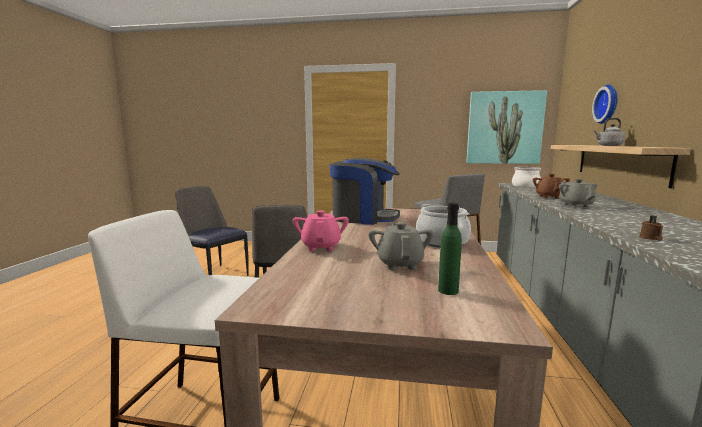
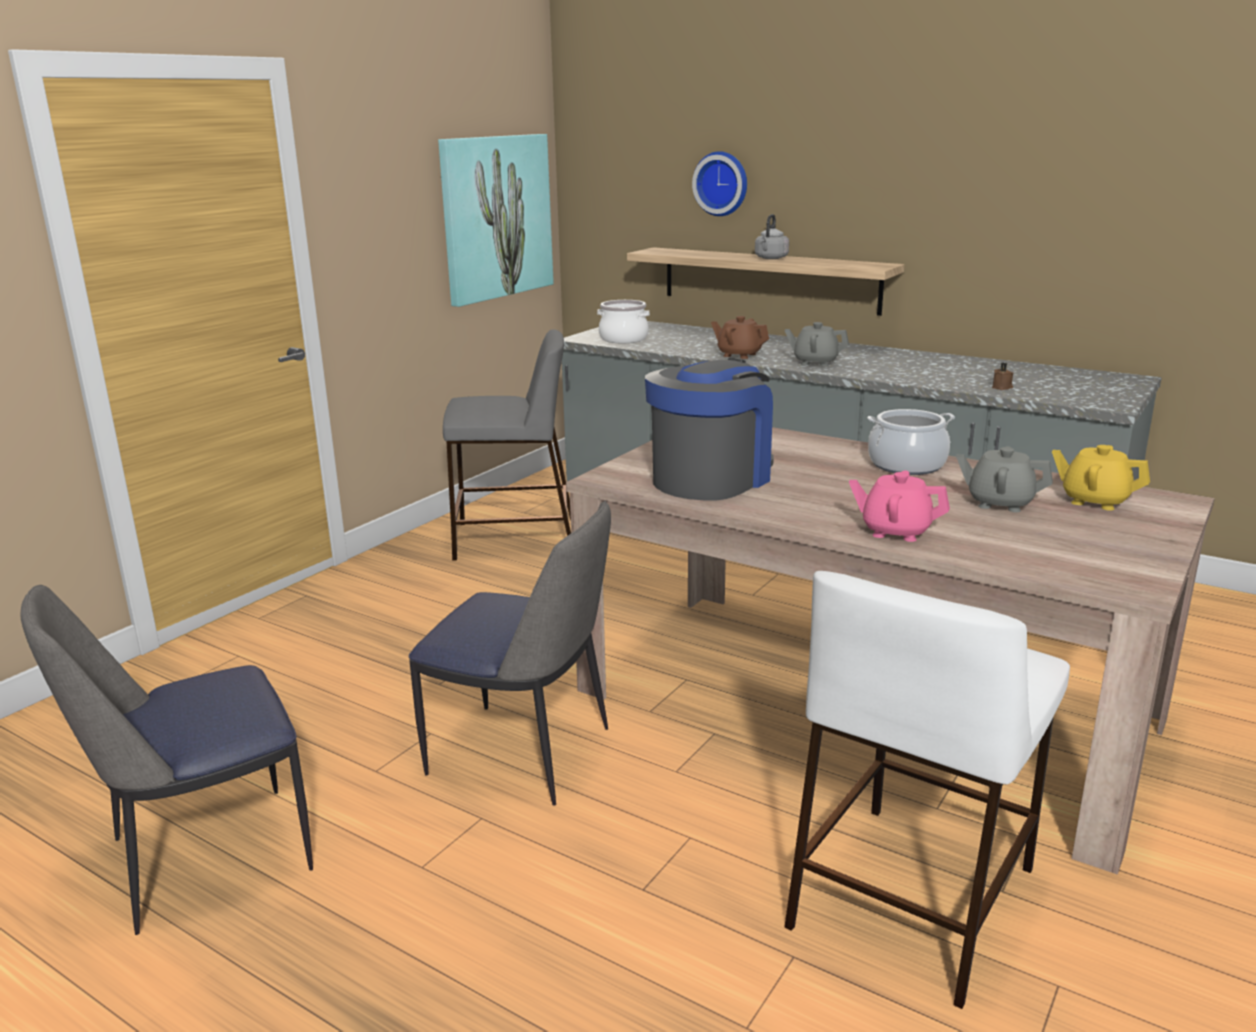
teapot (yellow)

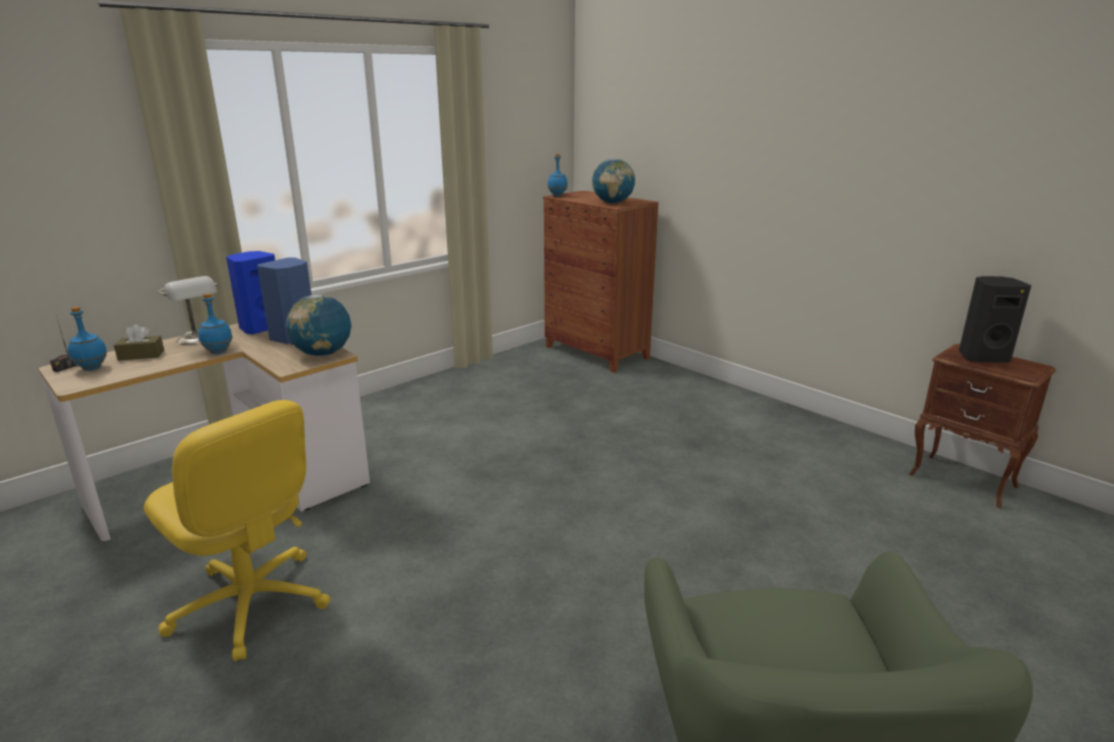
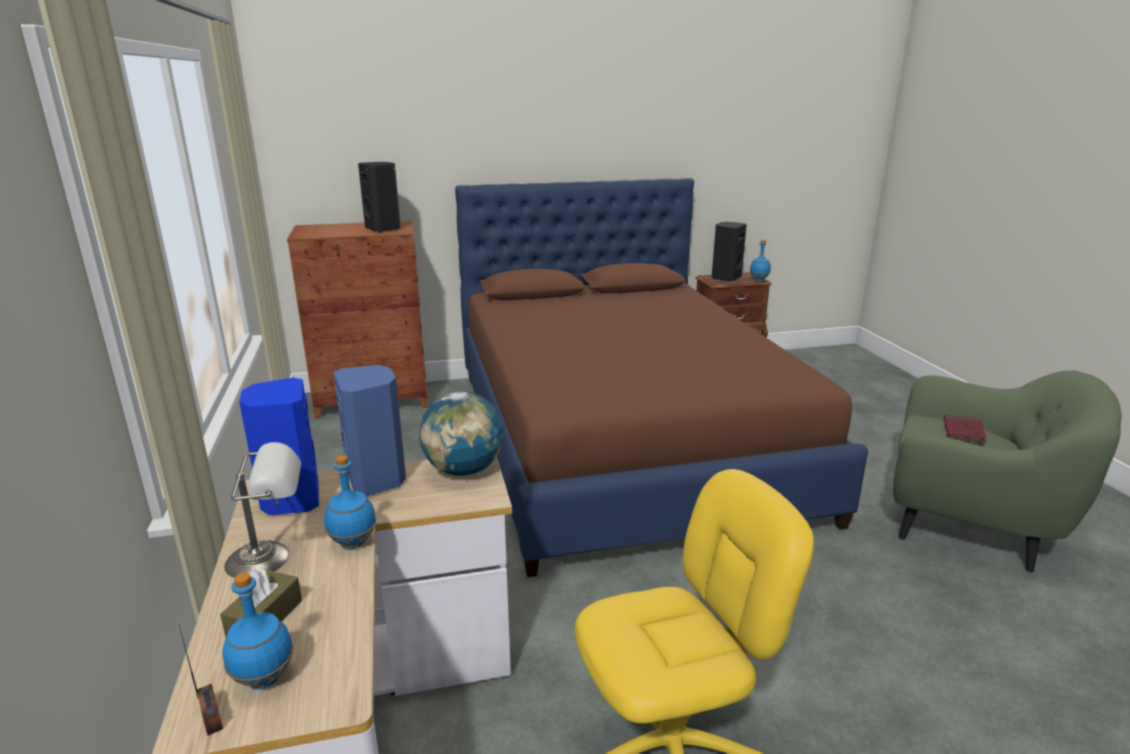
speaker (black) (1st from left)
bed (brown)
bottle (blue) (3rd from left)
book (red)

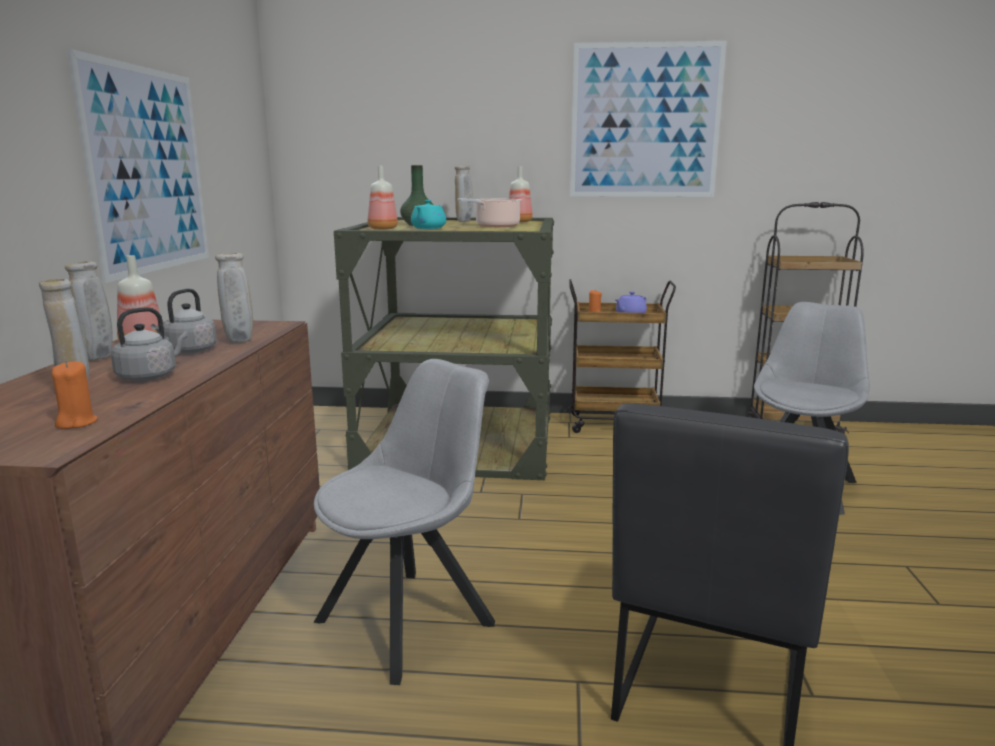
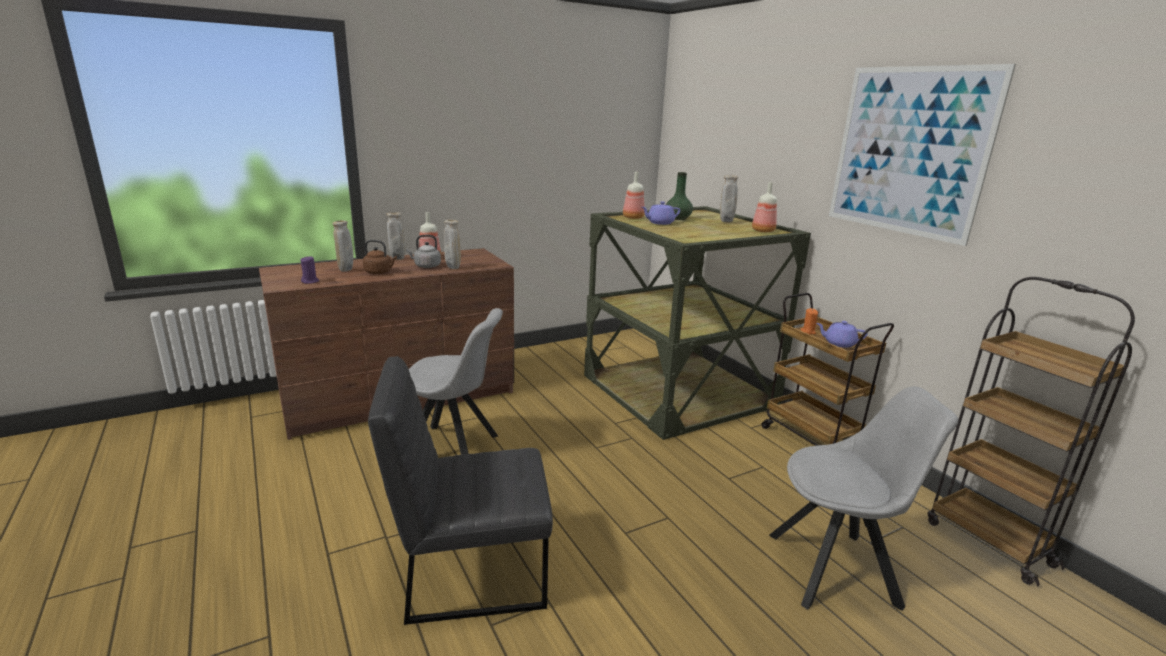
candle (purple)
kettle (brown)
teapot (purple) (1st from left)
picture (1st from left in the first image)
cooking pot

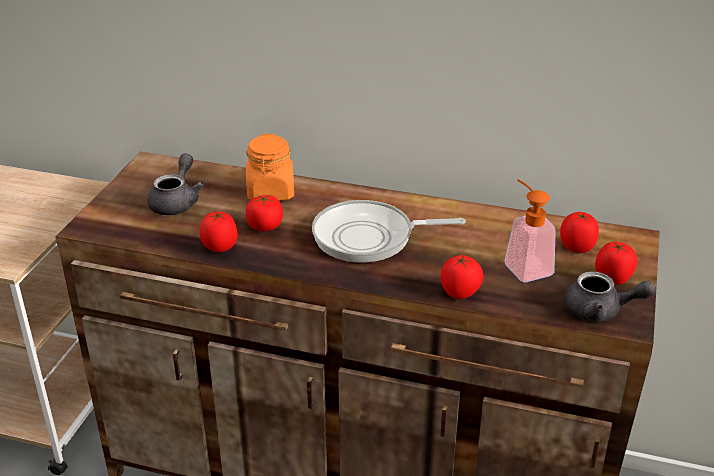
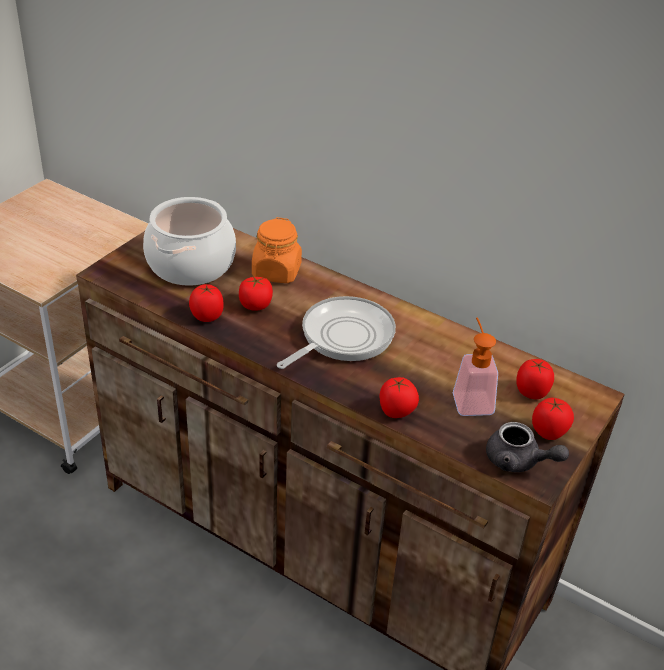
cooking pot
frying pan

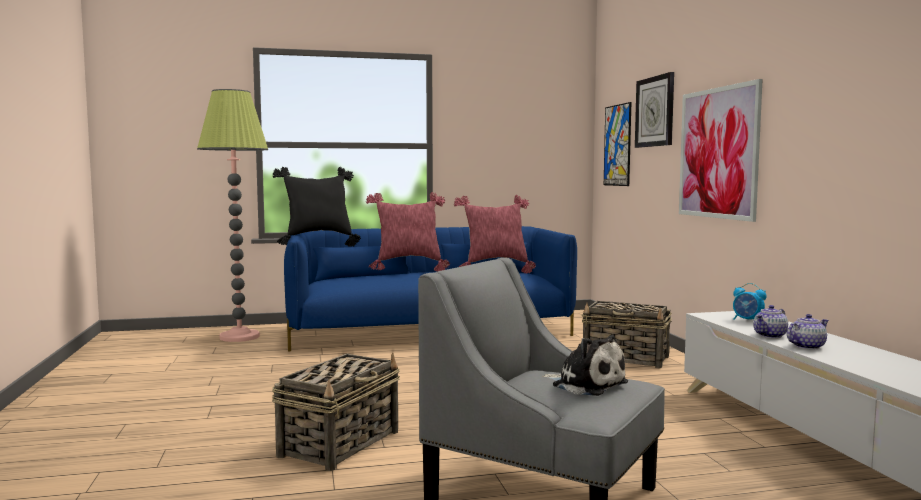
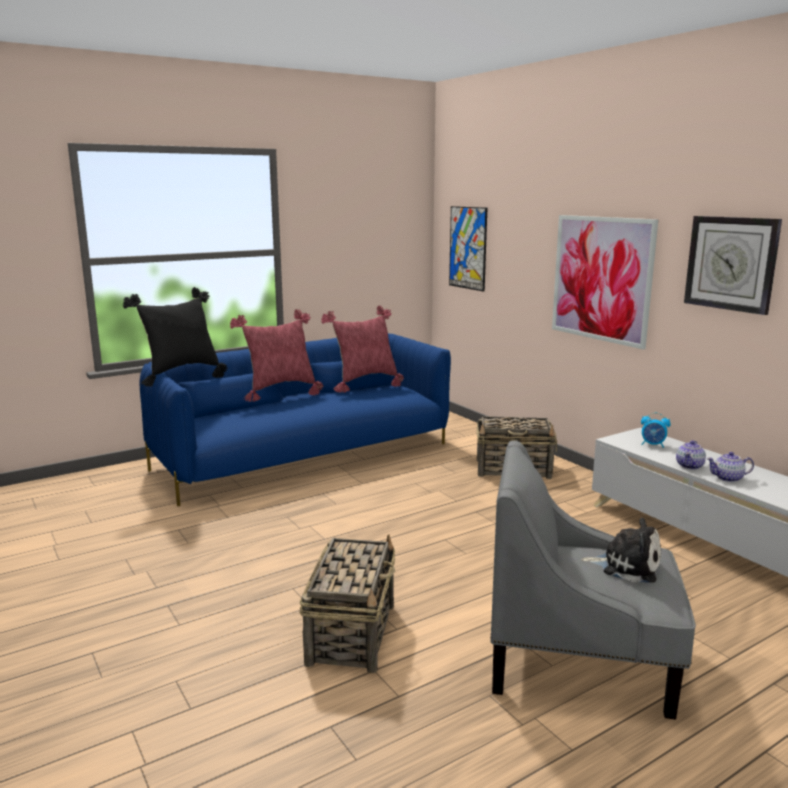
wall clock
teapot (2nd from left)
floor lamp

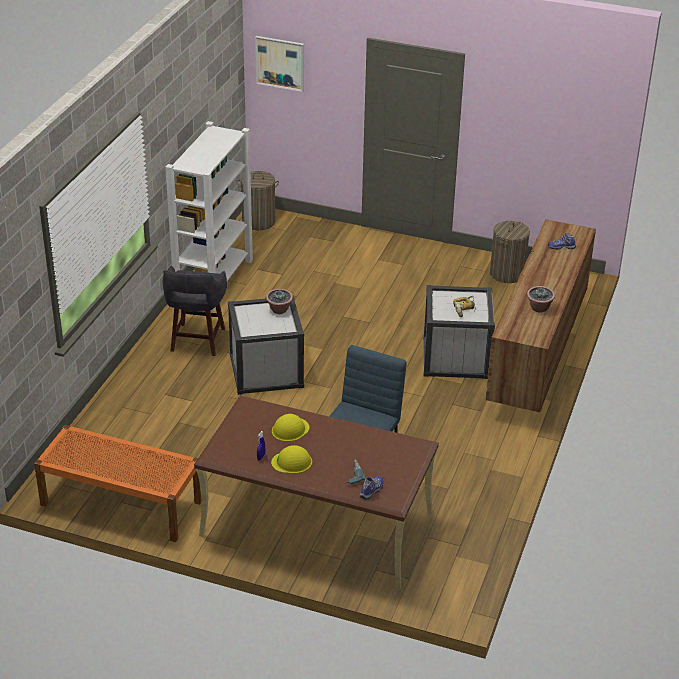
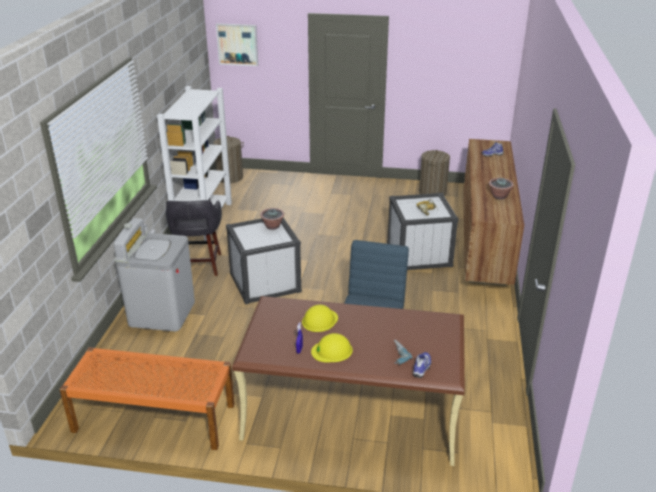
washing machine (grey)

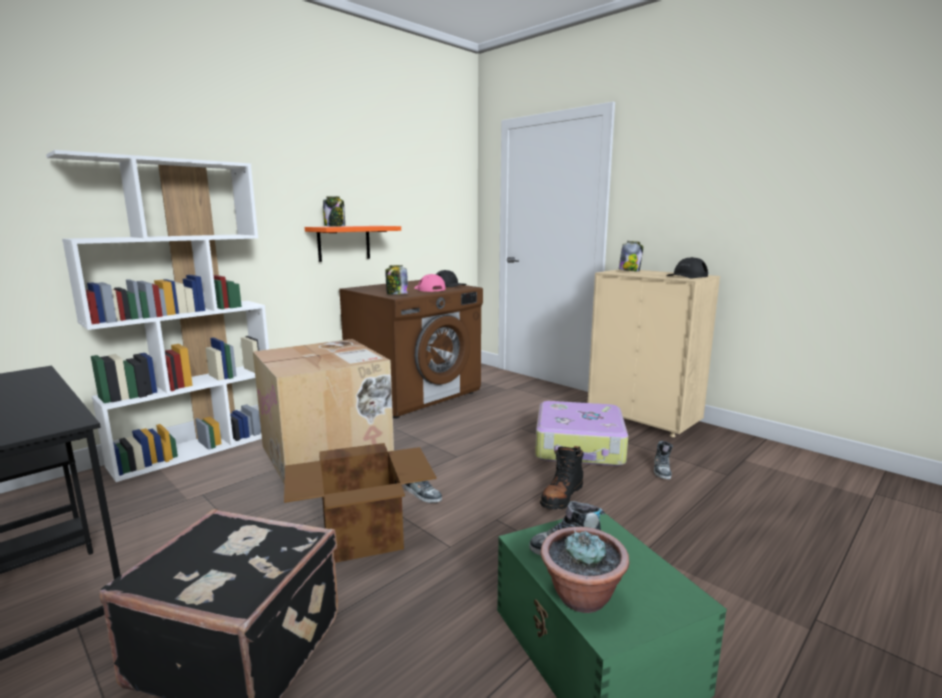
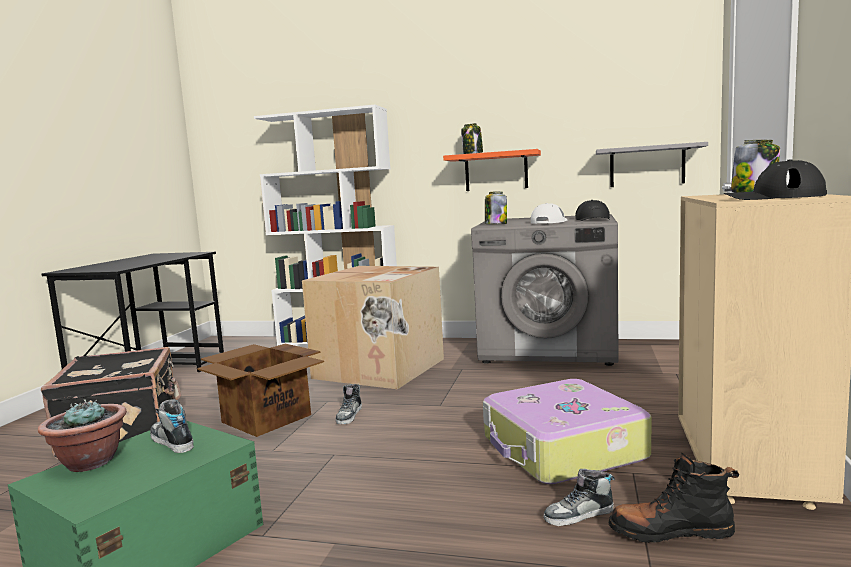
washing machine (grey)
cap (white)
shelf (grey)
boot (black)

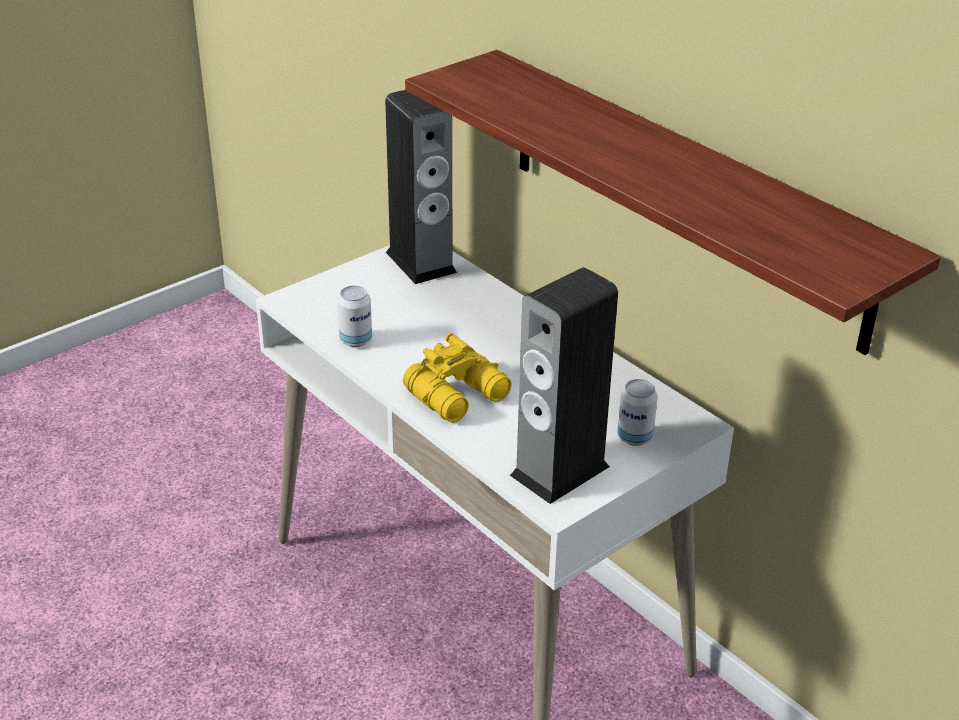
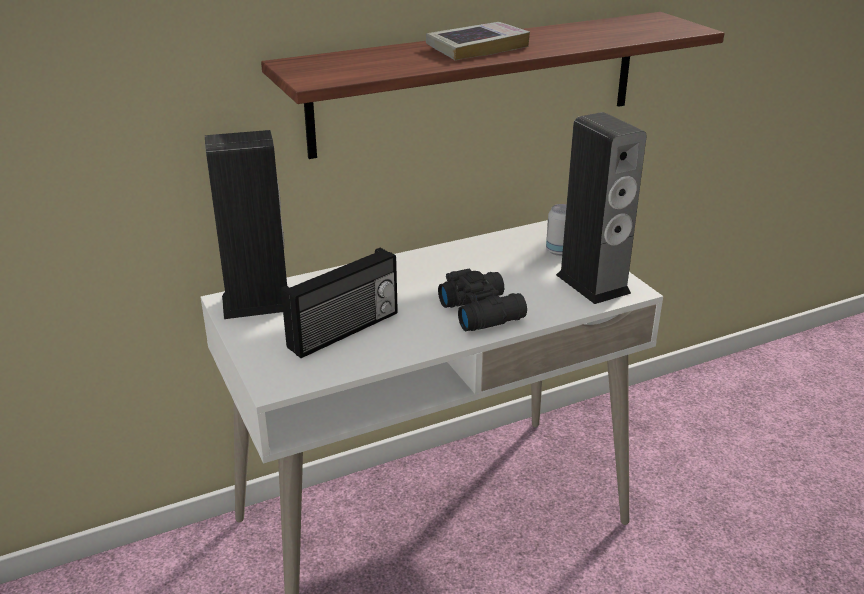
radio
book
binoculars (black)
can (1st from left in the first image)

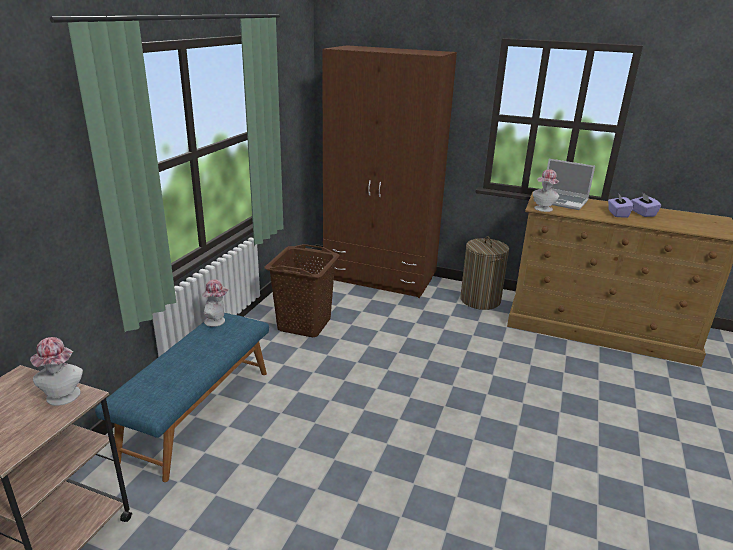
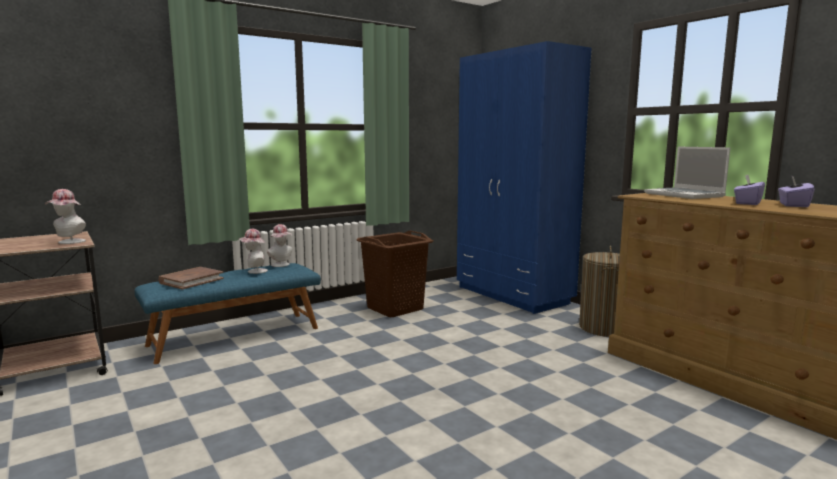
book (brown)
hat (2nd from left)
wardrobe (blue)

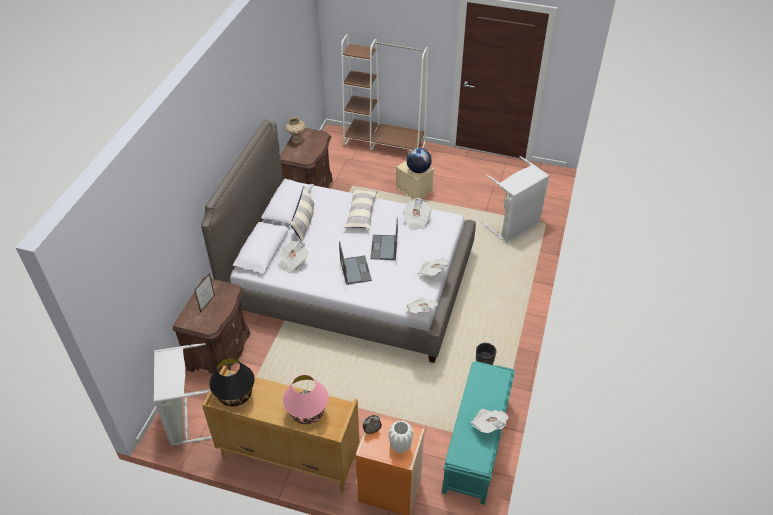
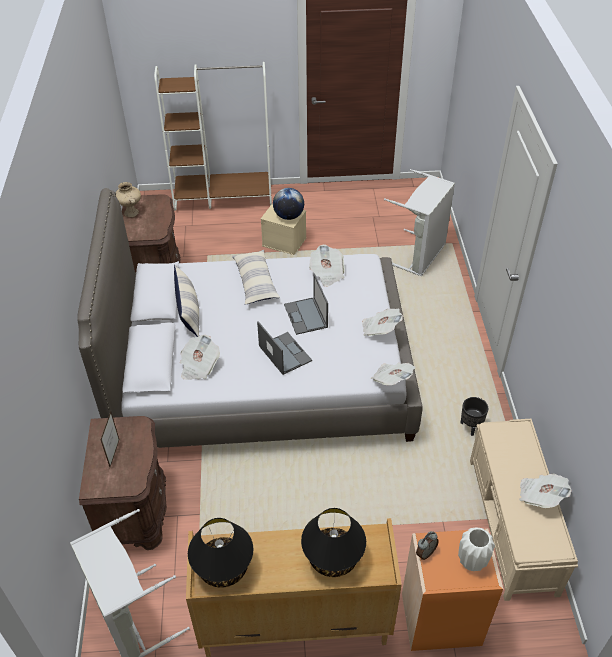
table lamp (black) (2nd from left)
bench (beige)

